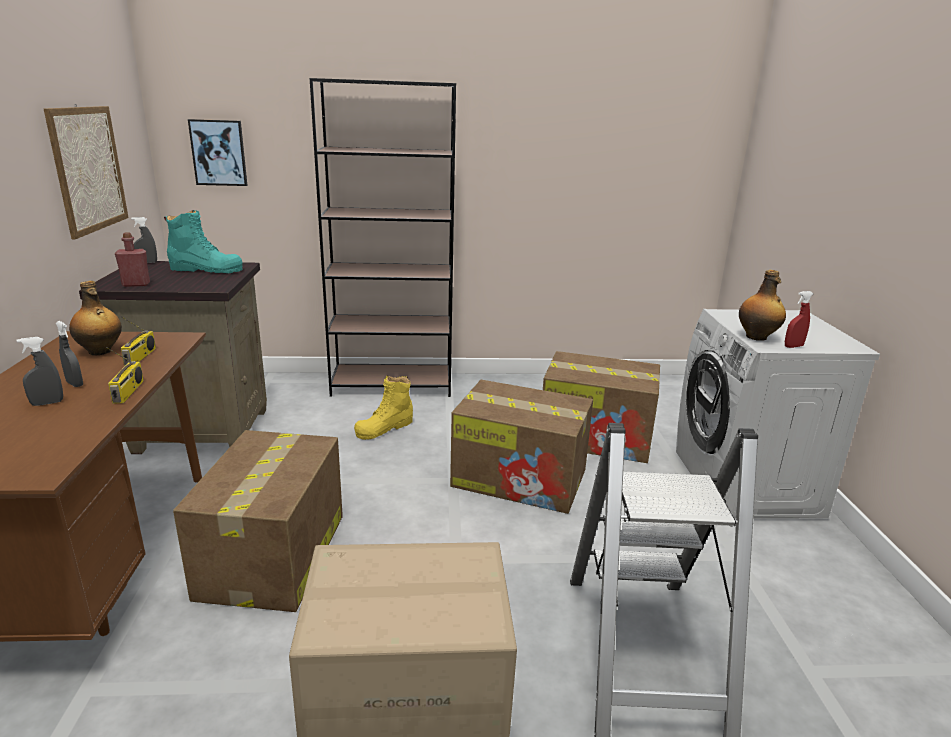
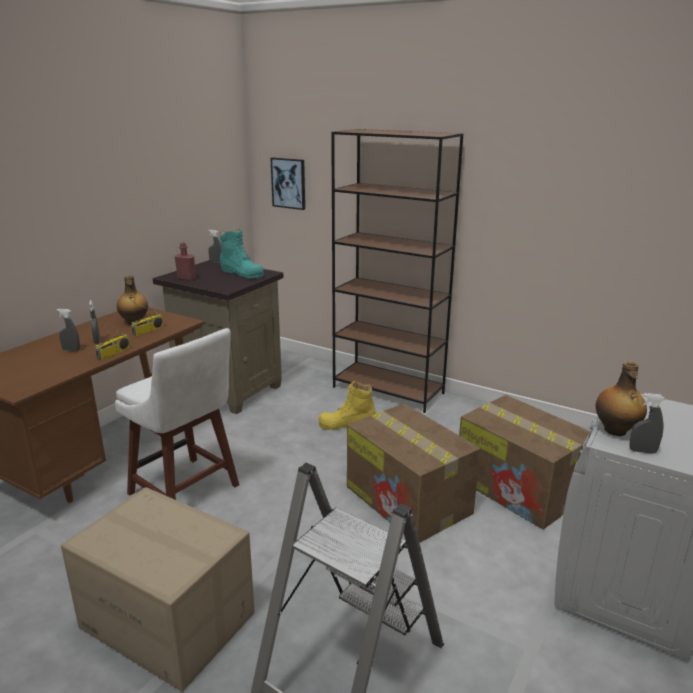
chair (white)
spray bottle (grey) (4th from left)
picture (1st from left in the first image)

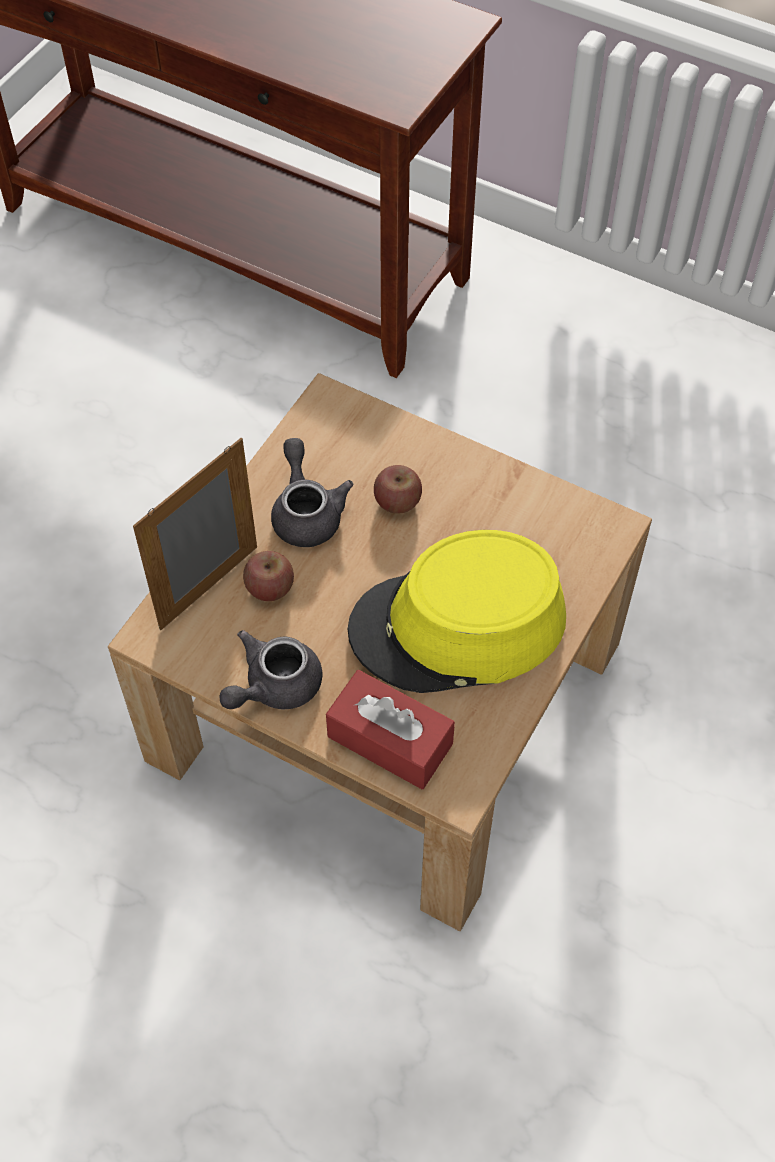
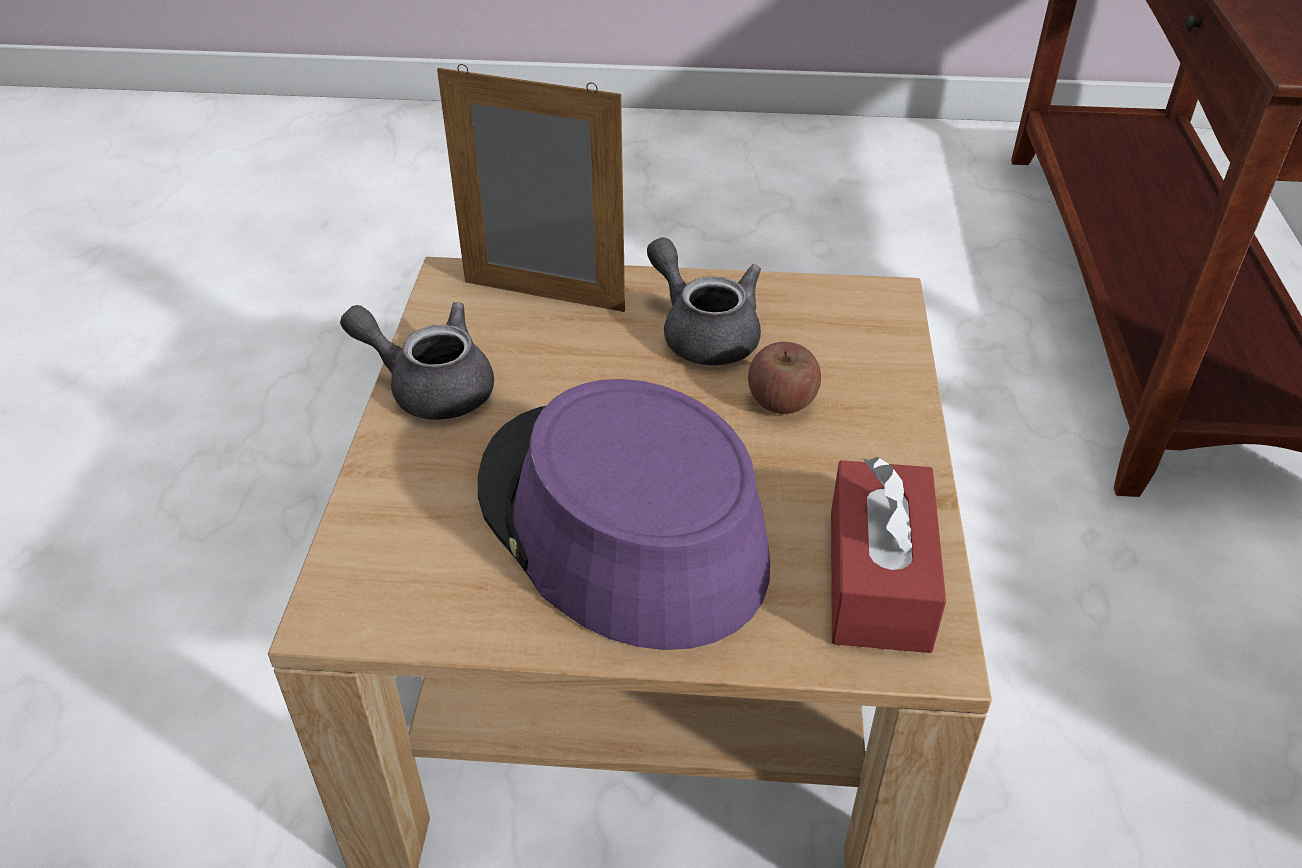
hat (purple)
teapot (grey) (2nd from left)
tissue box (red)
apple (1st from left in the first image)

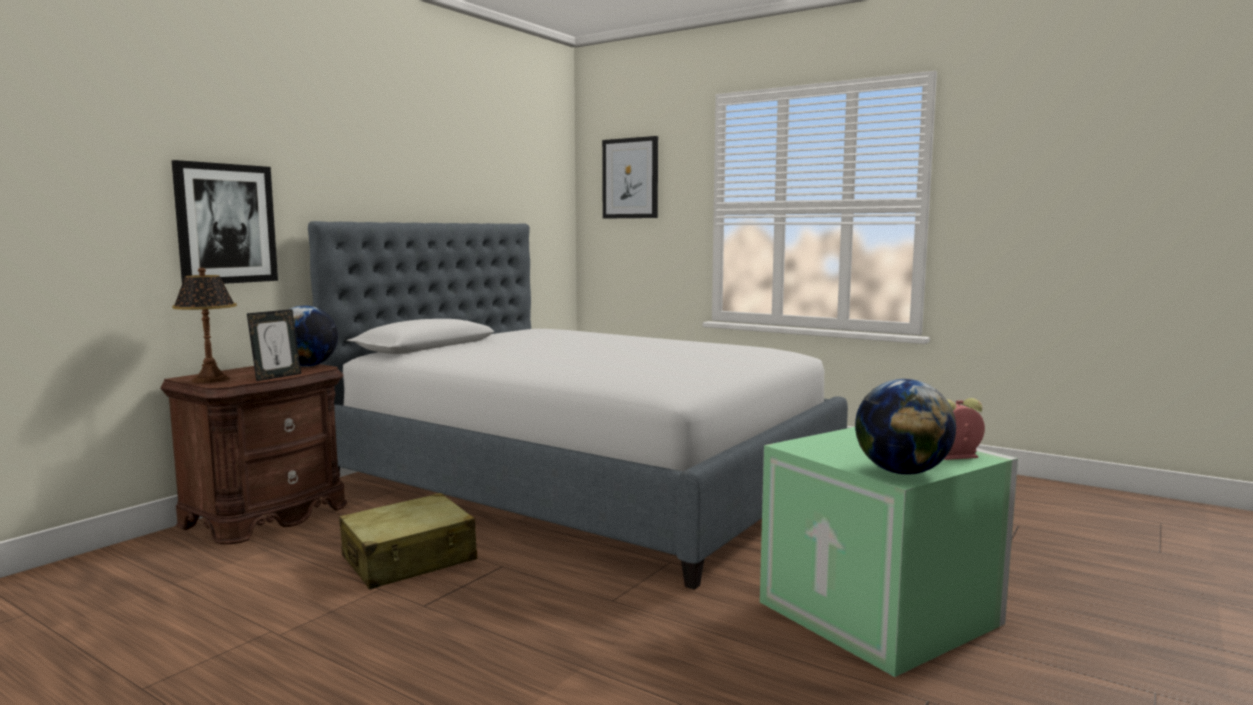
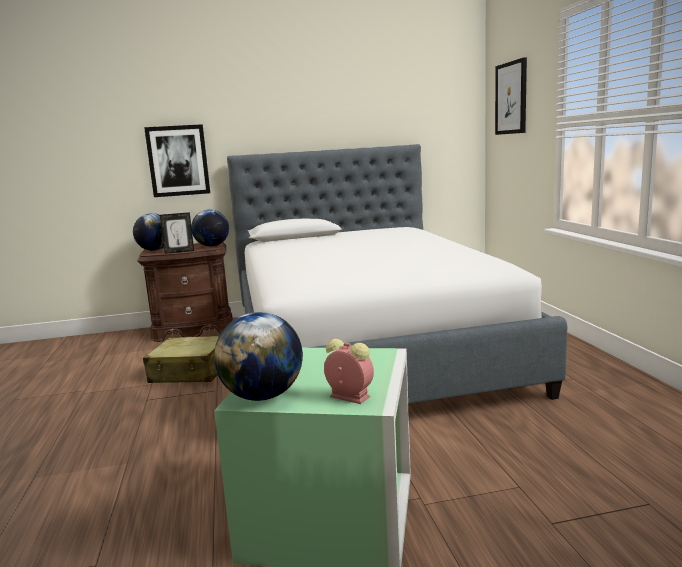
globe (1st from left)

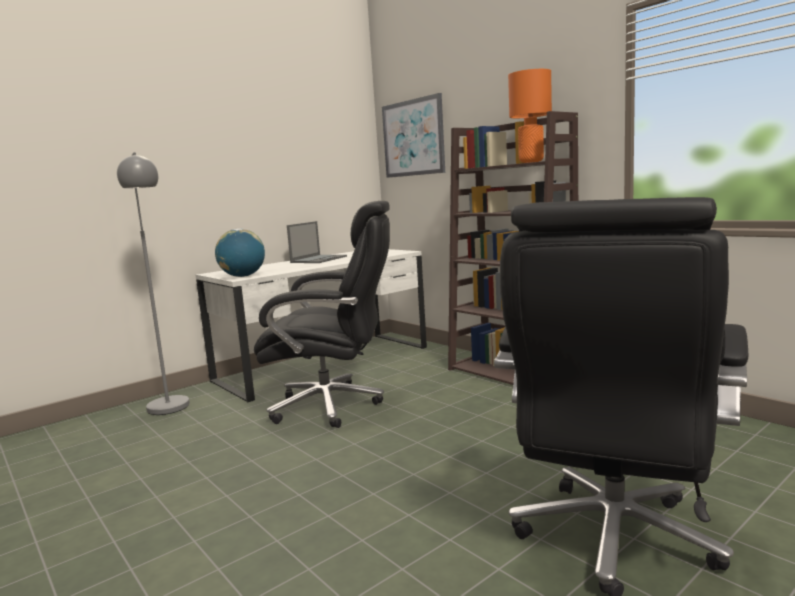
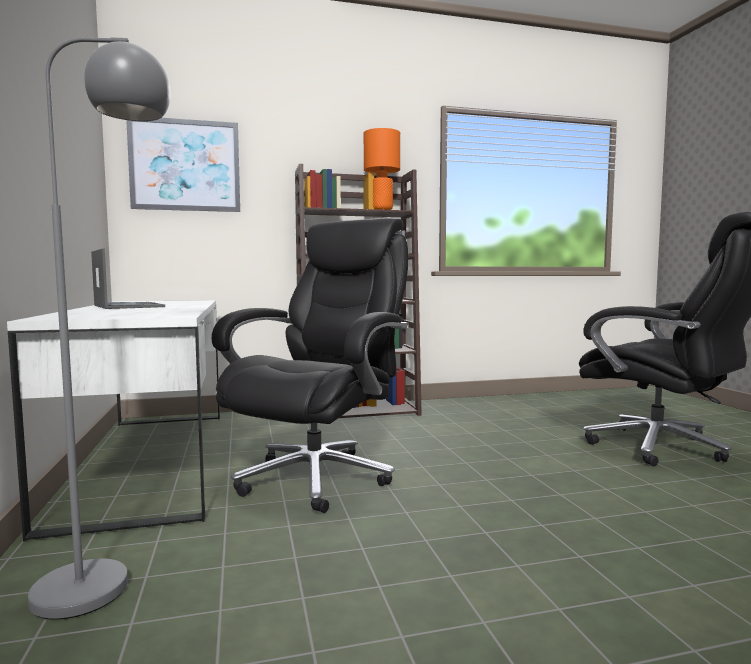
globe

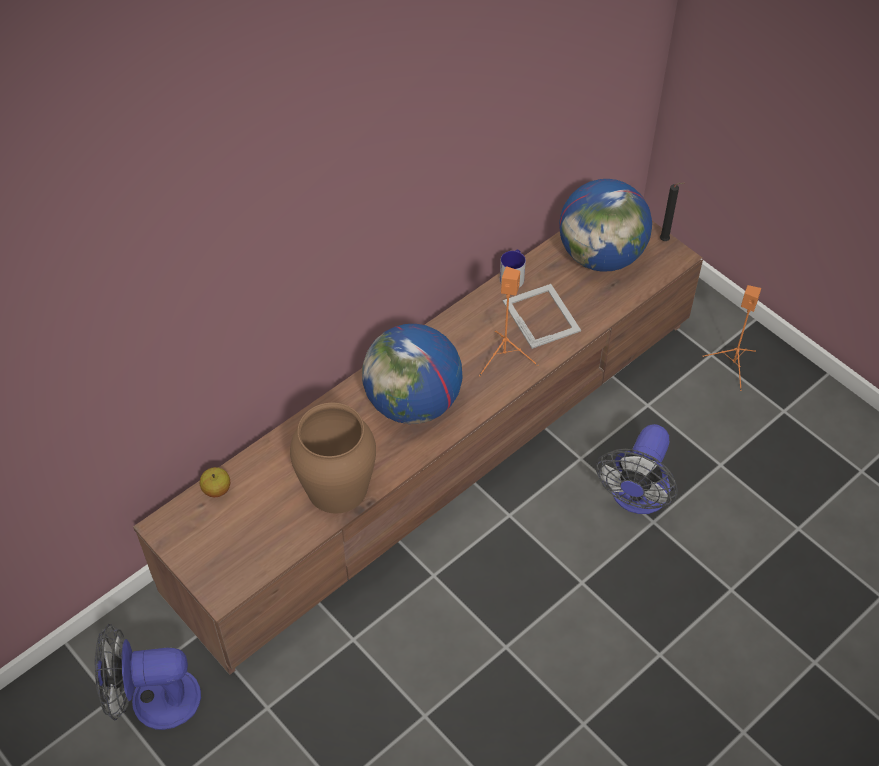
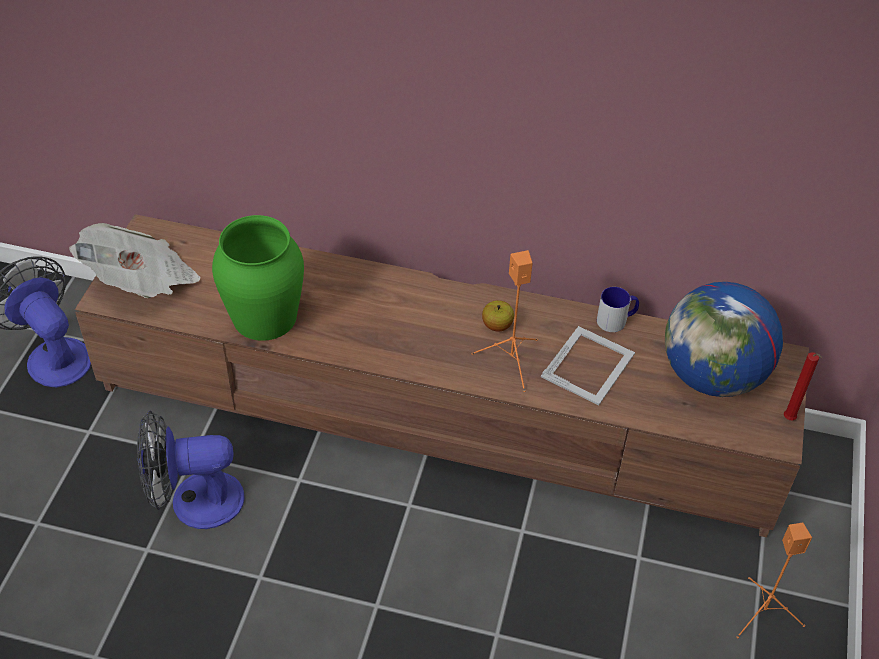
newspaper
fan (2nd from left)
vase (green)
apple
candle (red)
globe (1st from left in the first image)

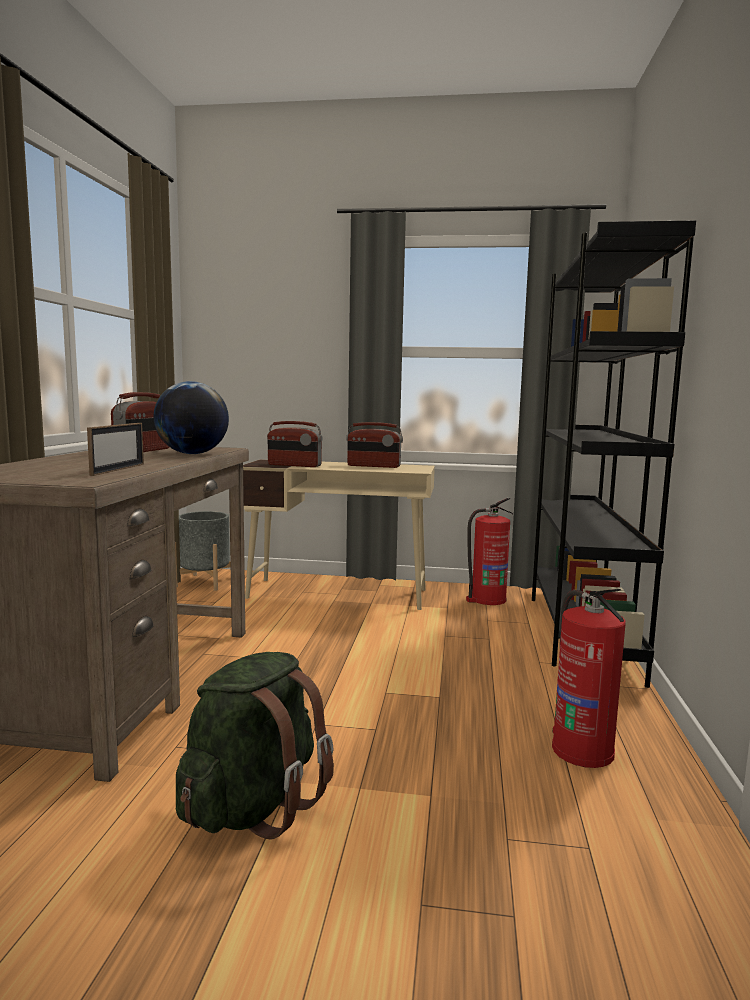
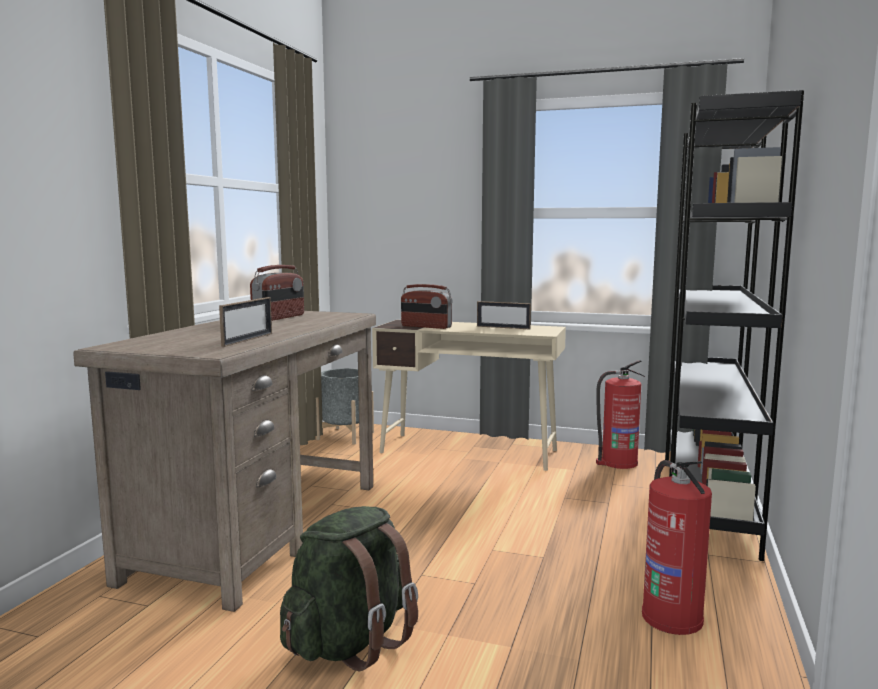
picture frame (2nd from left)
globe

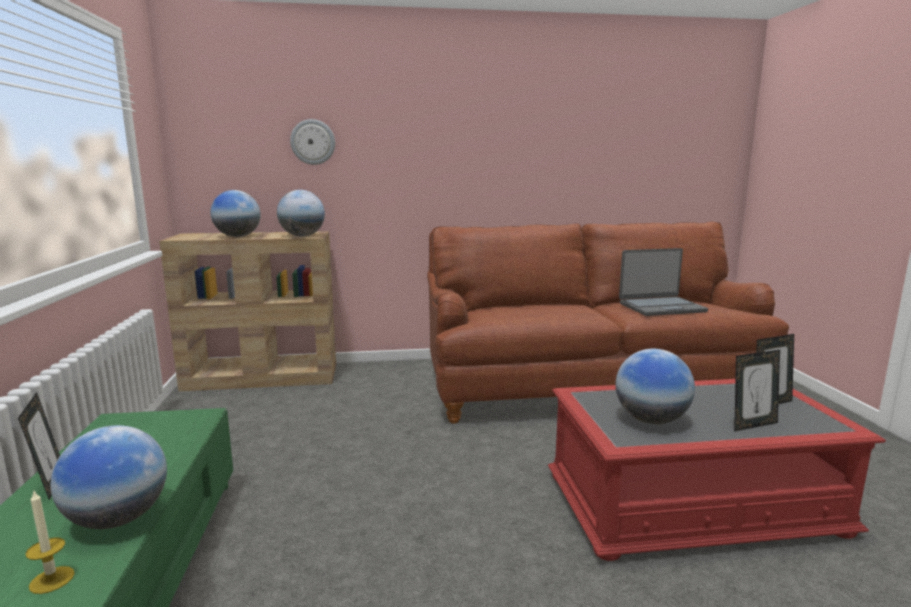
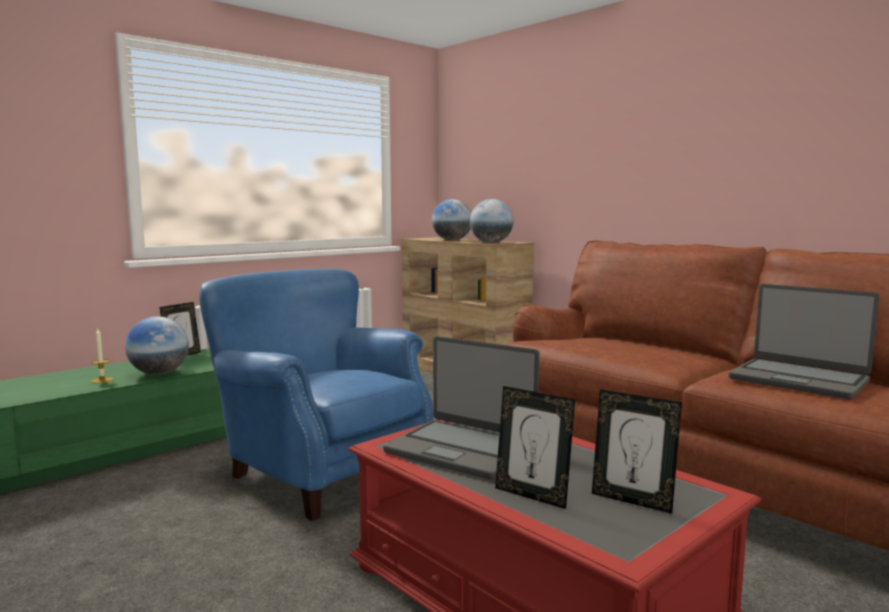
armchair (blue)
laptop (1st from left)
wall clock

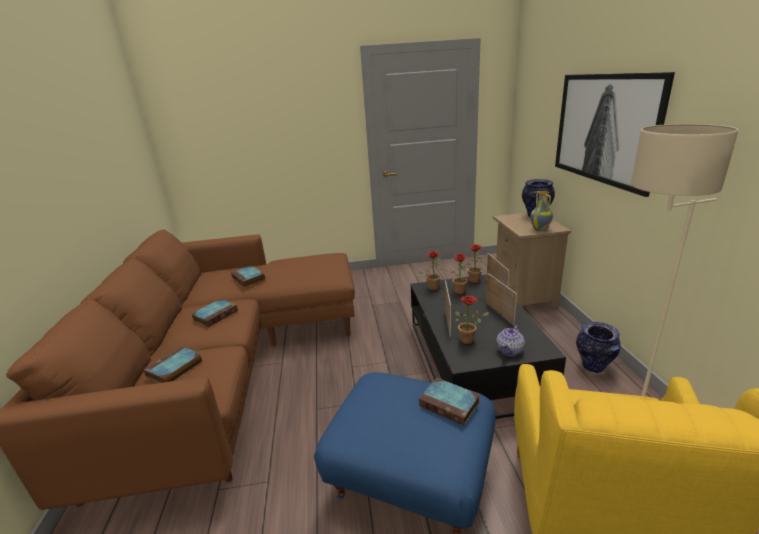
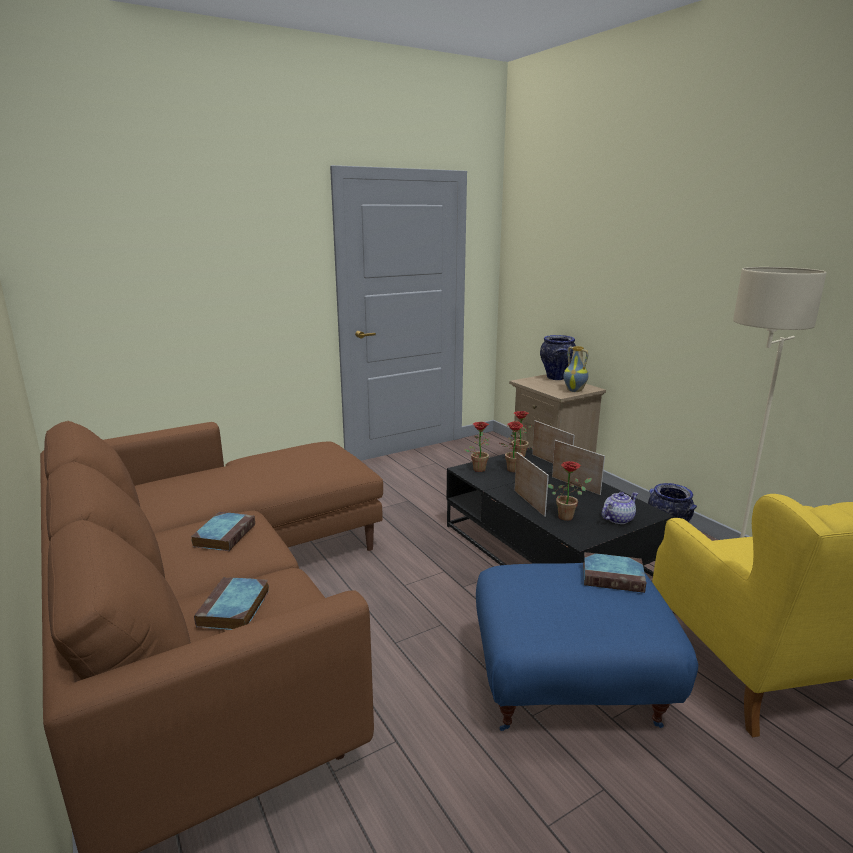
teapot
book (3rd from left in the first image)
picture

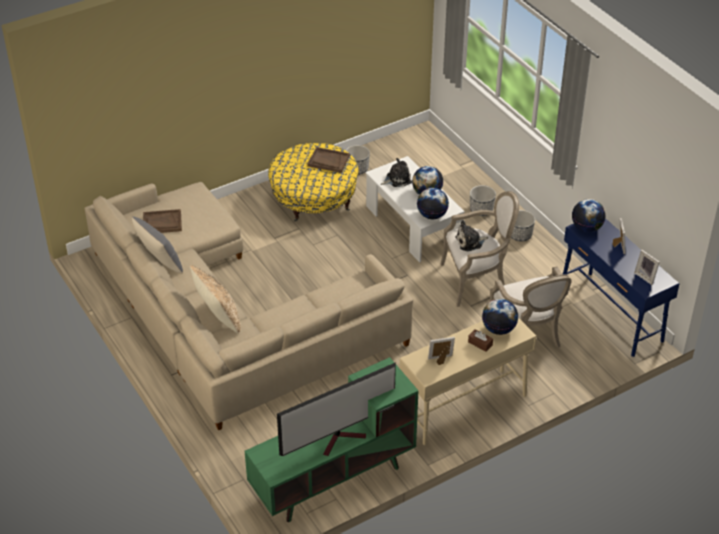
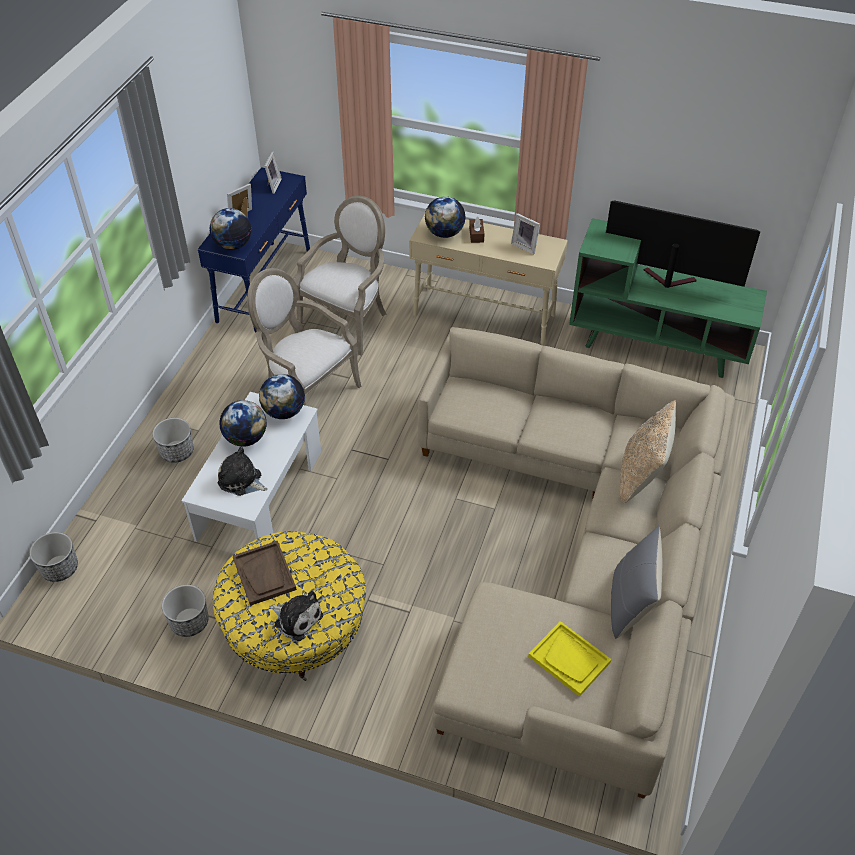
planter (1st from left)
plush toy (2nd from left)
tray (yellow)

